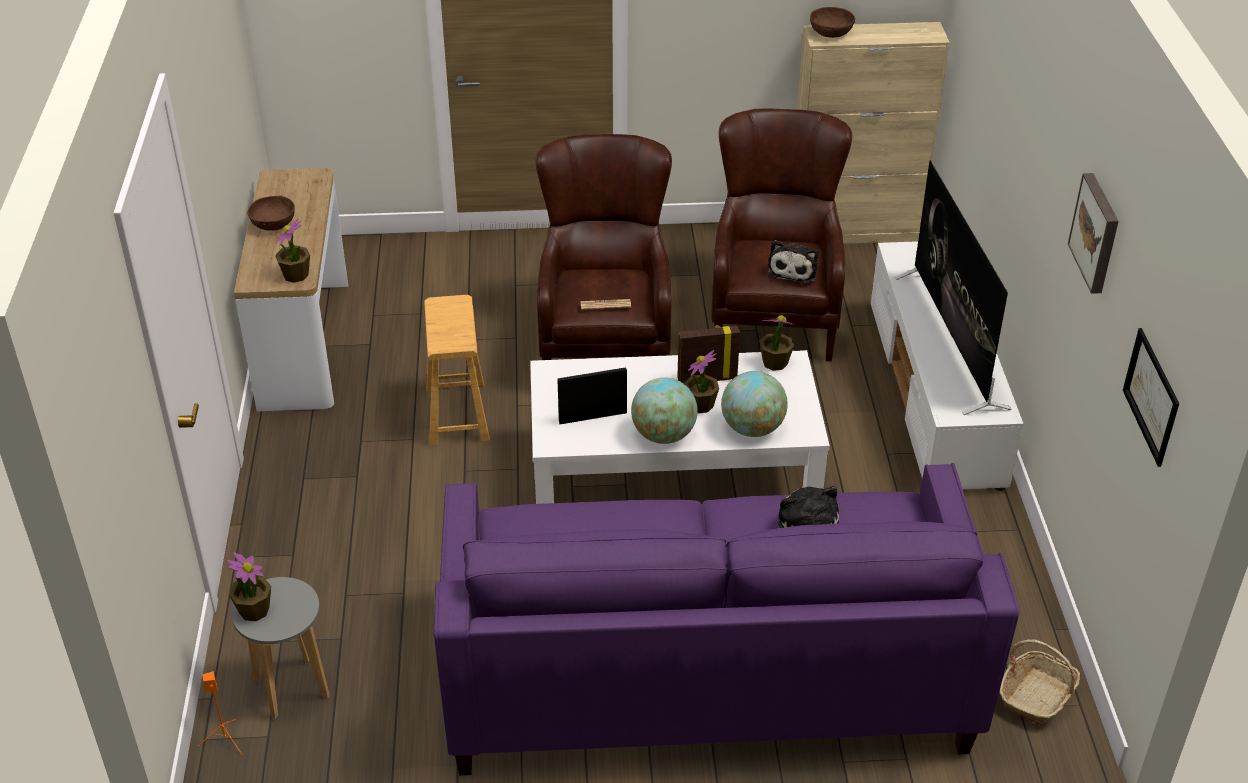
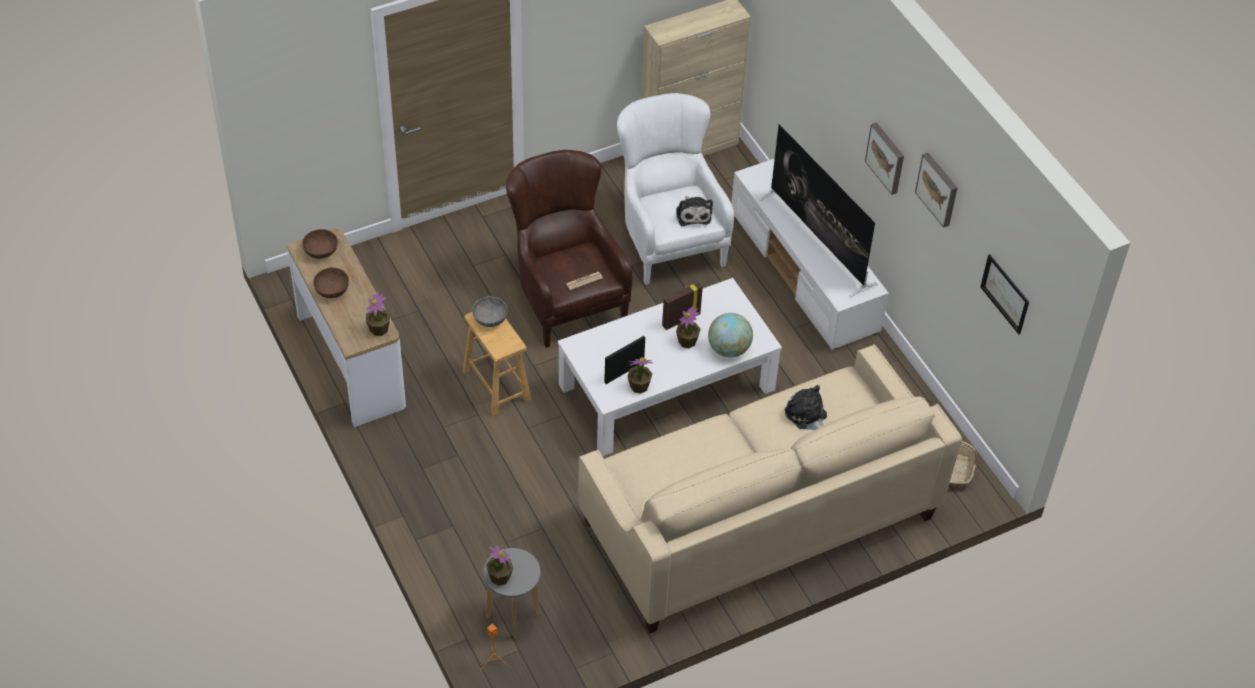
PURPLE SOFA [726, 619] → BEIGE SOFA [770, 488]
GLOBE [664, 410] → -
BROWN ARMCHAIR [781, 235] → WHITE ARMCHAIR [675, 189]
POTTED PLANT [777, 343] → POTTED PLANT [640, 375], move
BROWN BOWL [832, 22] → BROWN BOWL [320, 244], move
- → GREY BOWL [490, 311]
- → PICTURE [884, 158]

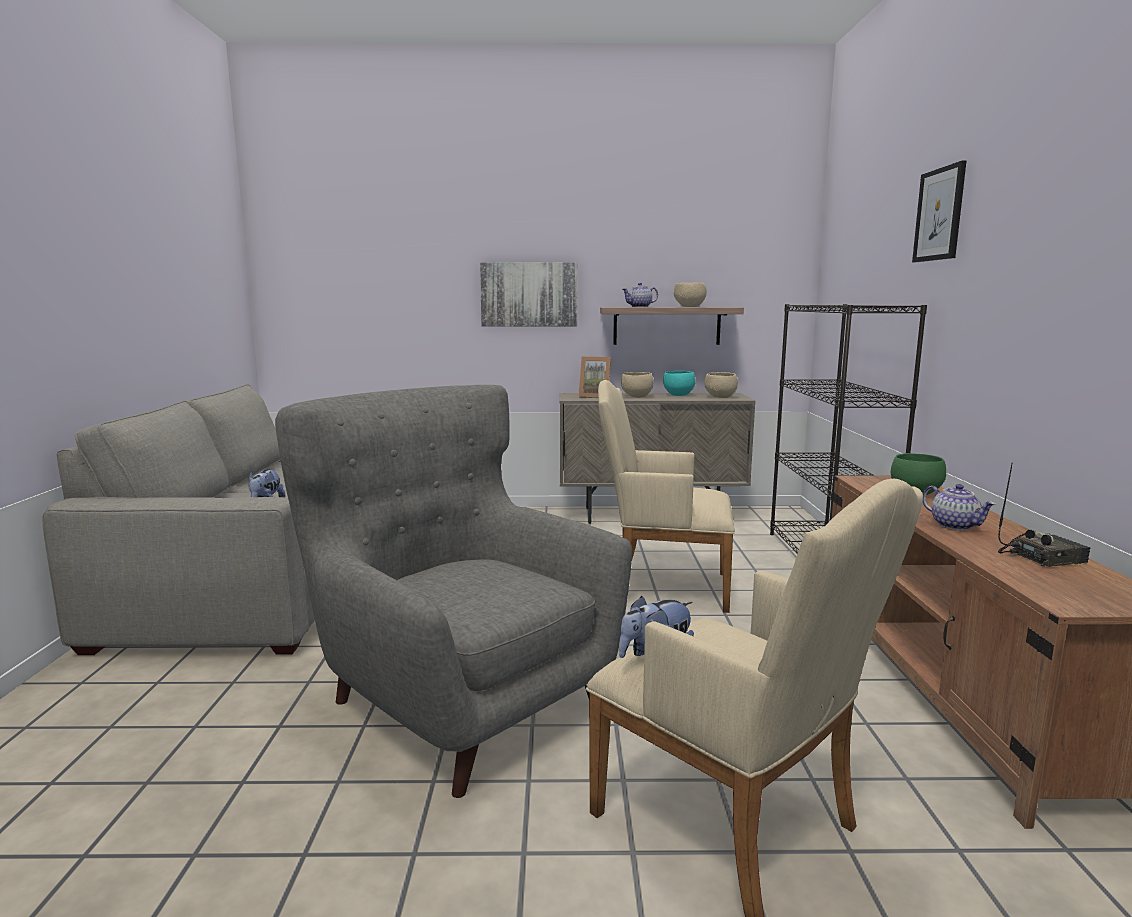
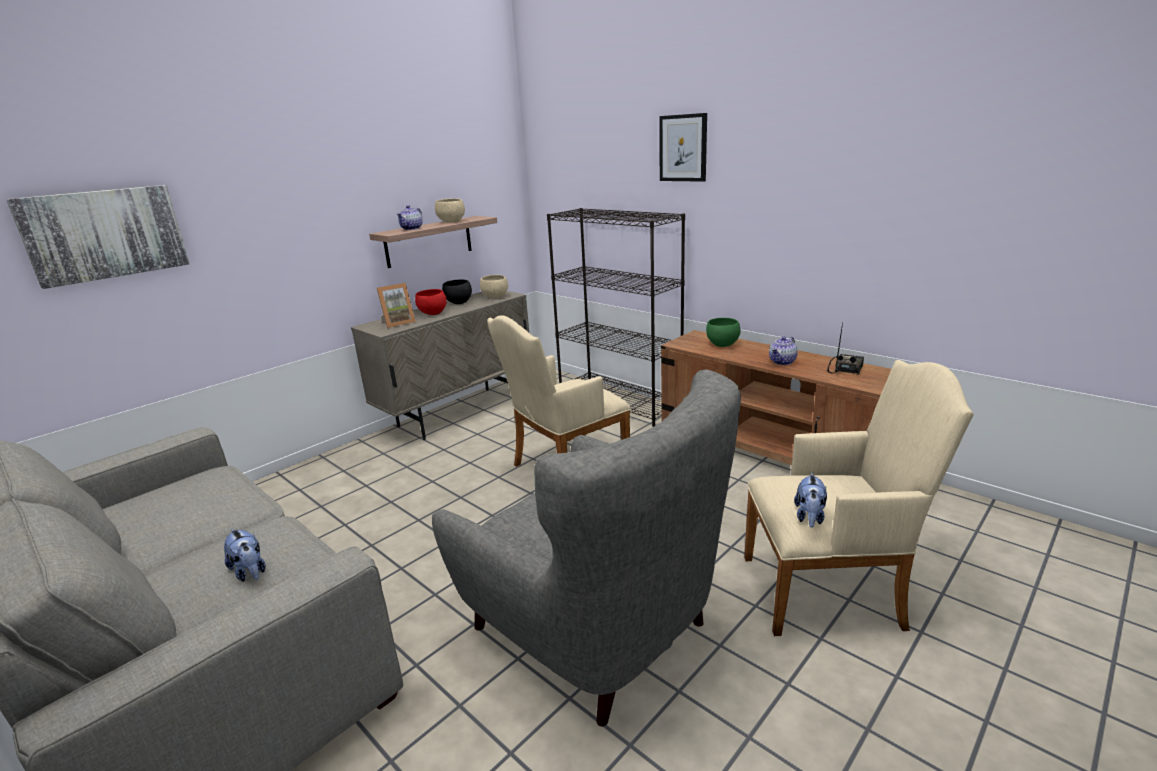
GREY ARMCHAIR [453, 591] → GREY ARMCHAIR [586, 547], 135 degrees counterclockwise
PICTURE [529, 294] → PICTURE [98, 237], move
BEIGE BOWL [637, 385] → RED BOWL [431, 302]
TURQUOISE BOWL [679, 383] → BLACK BOWL [457, 292]
TEAPOT [959, 507] → TEAPOT [783, 351], 120 degrees clockwise

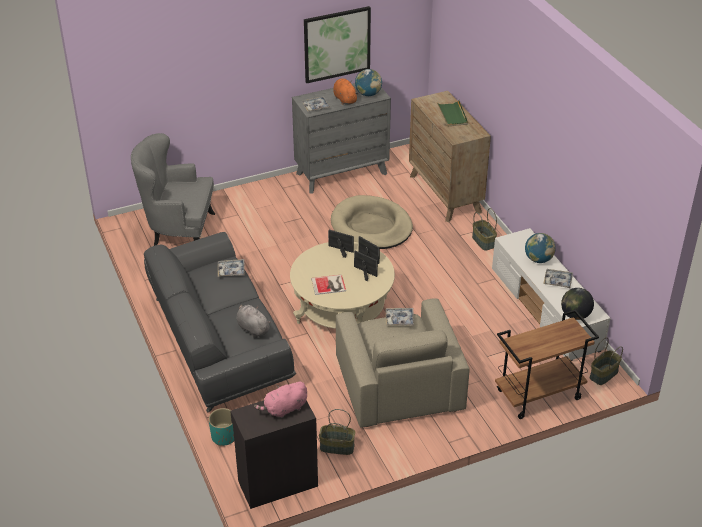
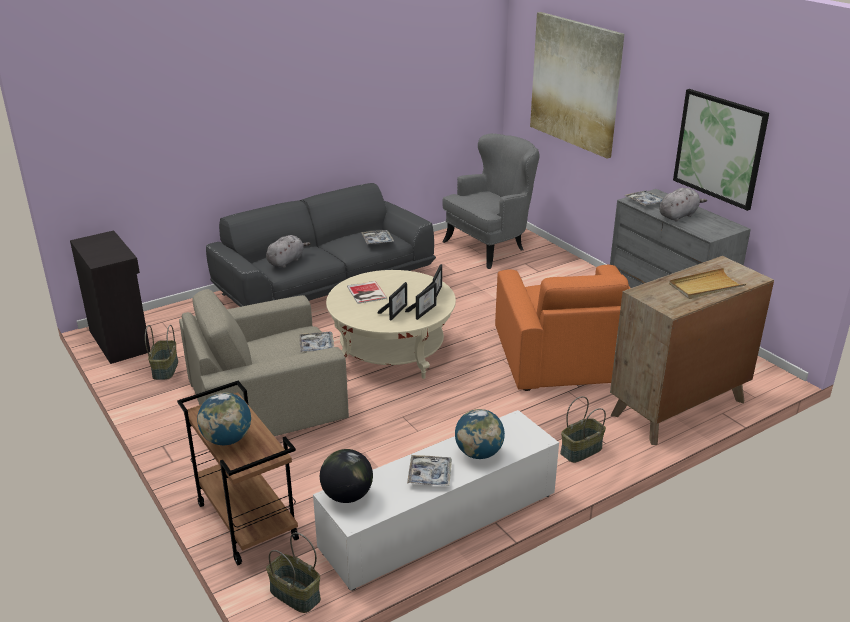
GREY ARMCHAIR [173, 189] → GREY ARMCHAIR [491, 201], 60 degrees clockwise
TURQUOISE PLANTER [221, 427] → -
PINK PLUSH TOY [280, 400] → -
BEIGE DOG BED [372, 222] → ORANGE ARMCHAIR [562, 328]
ORANGE PLUSH TOY [345, 92] → GREY PLUSH TOY [683, 204]
GLOBE [368, 82] → GLOBE [224, 418], move
GREEN TRAY [452, 113] → BEIGE TRAY [707, 283]
- → PICTURE [577, 85]

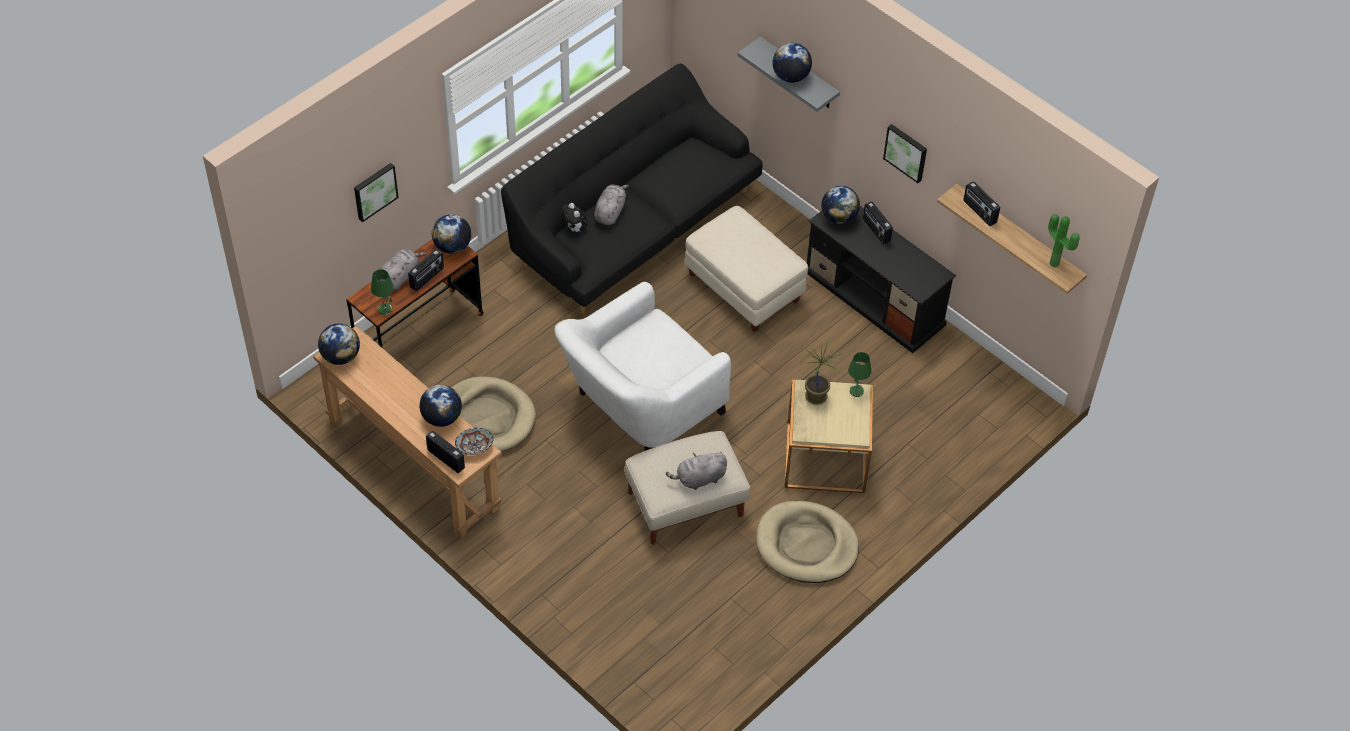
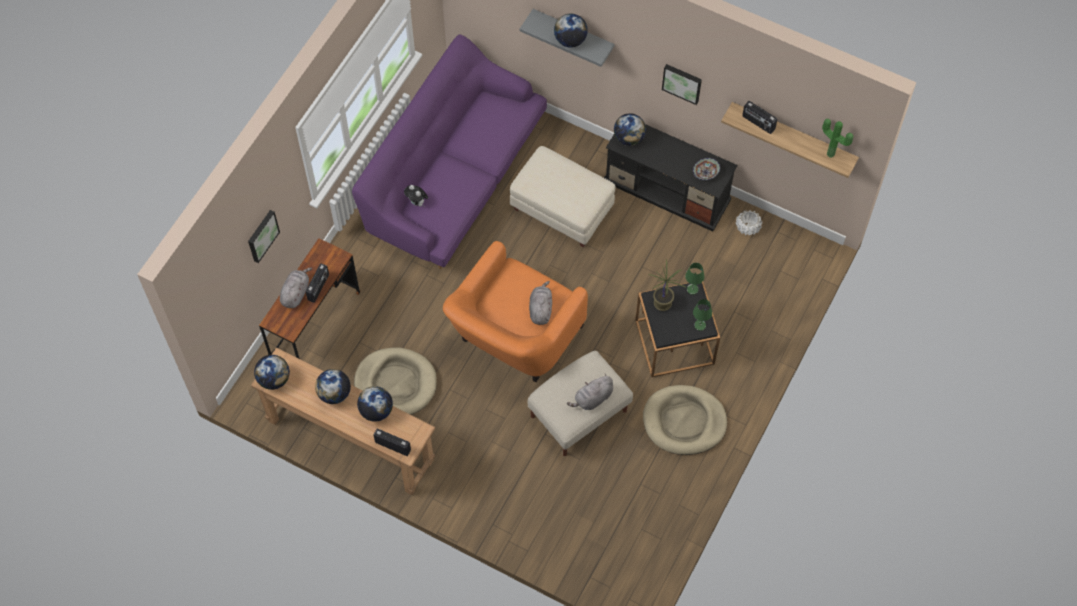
GREEN TABLE LAMP [382, 292] → GREEN TABLE LAMP [702, 315], move
GLOBE [451, 234] → GLOBE [333, 386], move
BOWL [474, 441] → BOWL [706, 169], move
BLACK SOFA [632, 188] → PURPLE SOFA [449, 151]
WHITE ARMCHAIR [642, 366] → ORANGE ARMCHAIR [515, 311]
GREY PLUSH TOY [611, 205] → GREY PLUSH TOY [540, 303], move
BEIGE SIDE TABLE [829, 436] → BLACK SIDE TABLE [677, 329]
RADIO [878, 223] → -
- → WHITE PLANTER [749, 223]

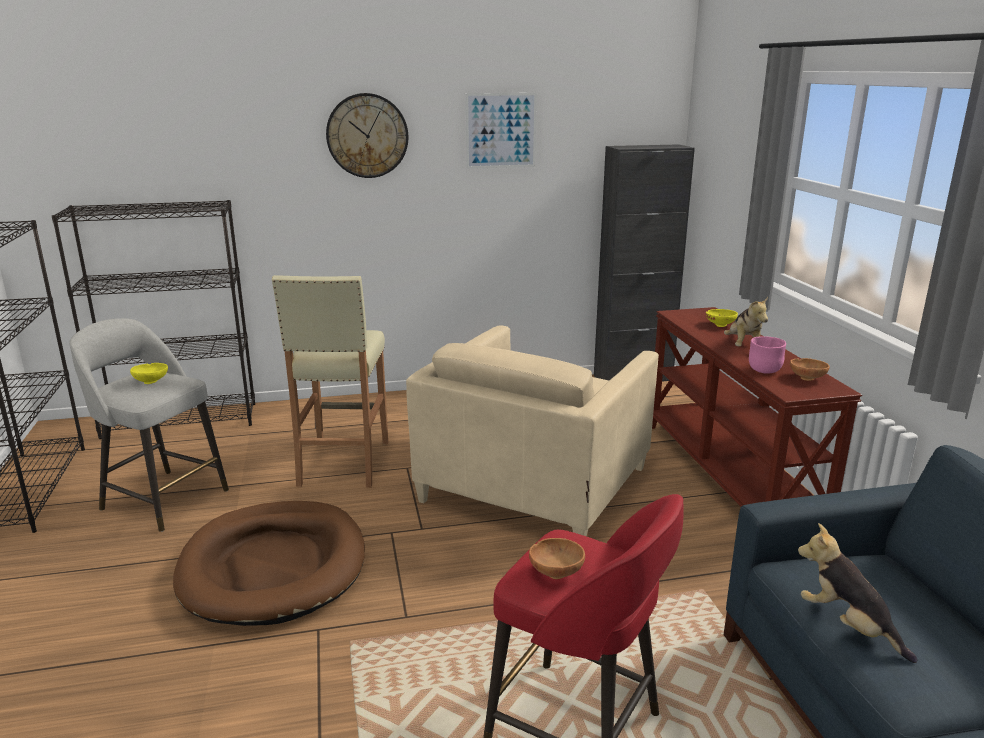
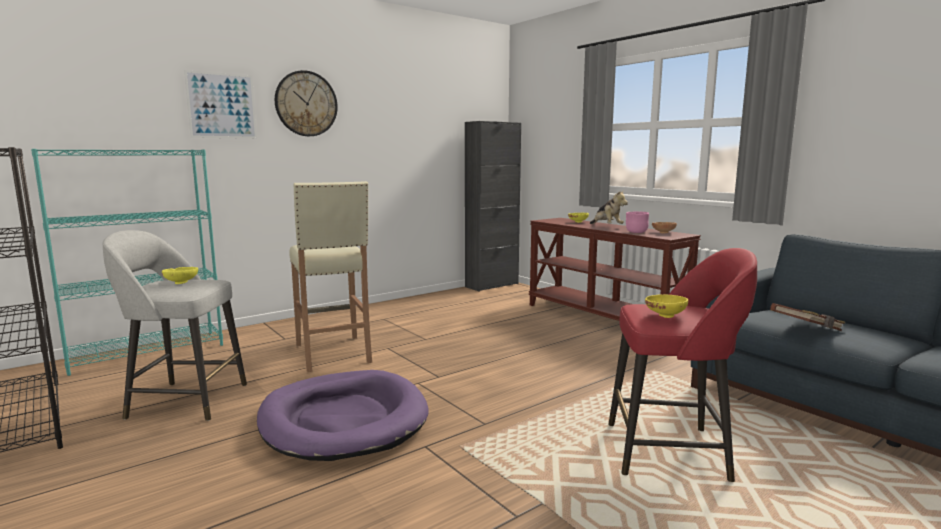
BLACK BOOKCASE [153, 319] → TURQUOISE BOOKCASE [127, 262]
BROWN DOG BED [269, 563] → PURPLE DOG BED [343, 415]
BEIGE ARMCHAIR [532, 431] → -
PICTURE [501, 131] → PICTURE [220, 104], move
BROWN BOWL [557, 558] → YELLOW BOWL [666, 306]
PLUSH TOY [857, 593] → BROWN BOOK [807, 317]

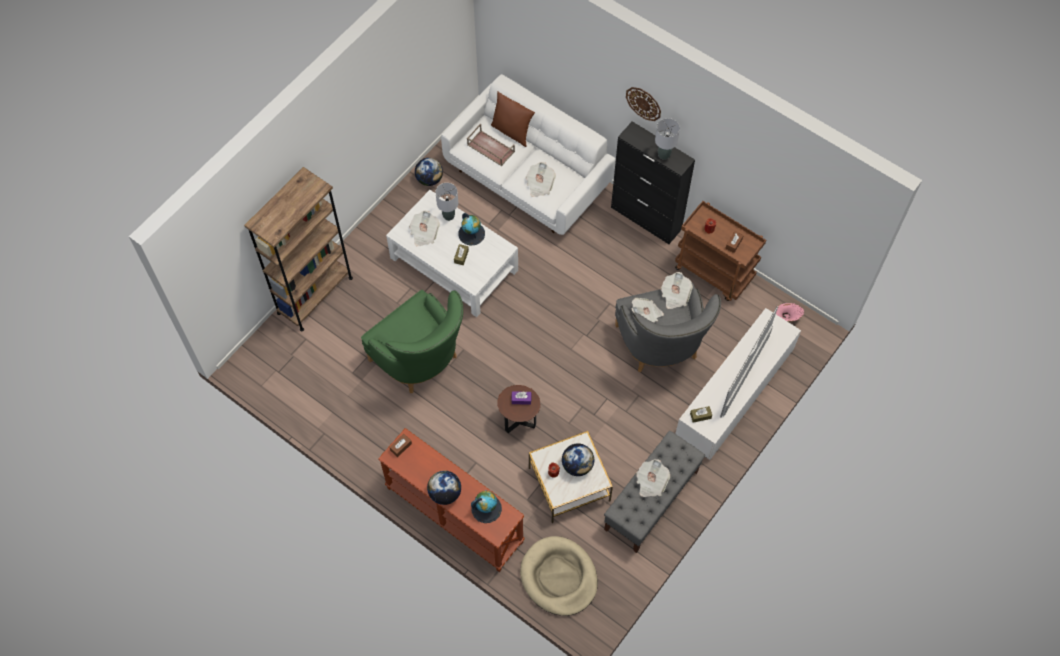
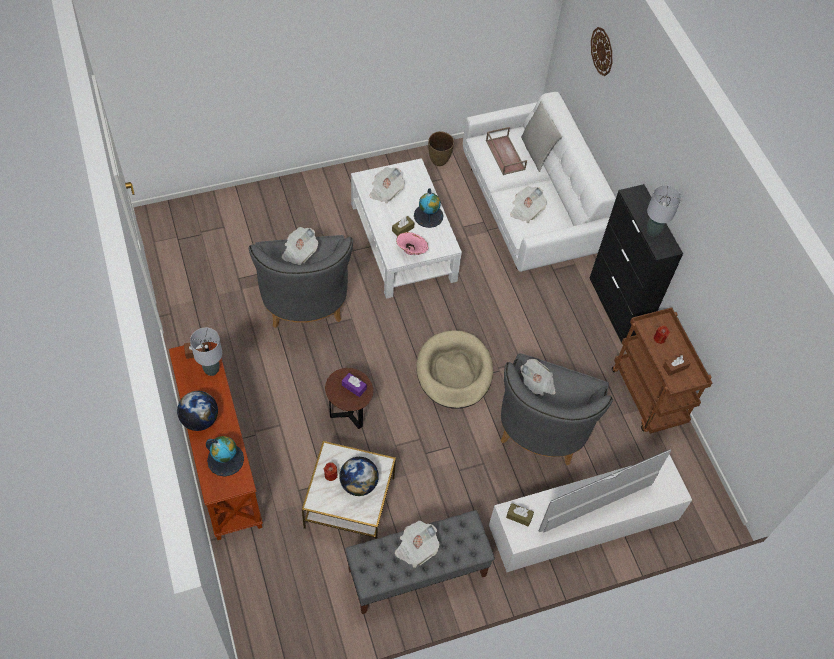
BROWN BOOKCASE [298, 249] → -
GREEN ARMCHAIR [412, 341] → GREY ARMCHAIR [301, 281]
GLOBE [429, 172] → BROWN VASE [441, 148]
GREY TABLE LAMP [447, 202] → GREY TABLE LAMP [206, 352], move
BROWN PILLOW [513, 119] → GREY PILLOW [541, 136]
BEIGE DOG BED [559, 576] → BEIGE DOG BED [455, 369], move
WALL CLOCK [643, 104] → WALL CLOCK [601, 51], move
NEWSPAPER [677, 290] → NEWSPAPER [300, 246], move
PINK VASE [789, 312] → PINK VASE [412, 243], move

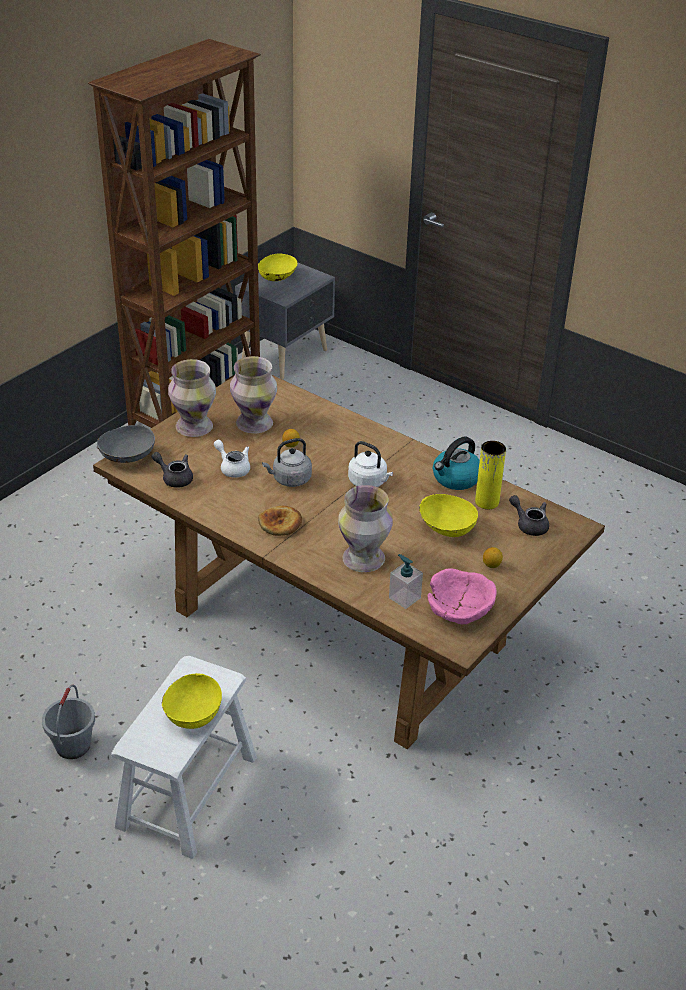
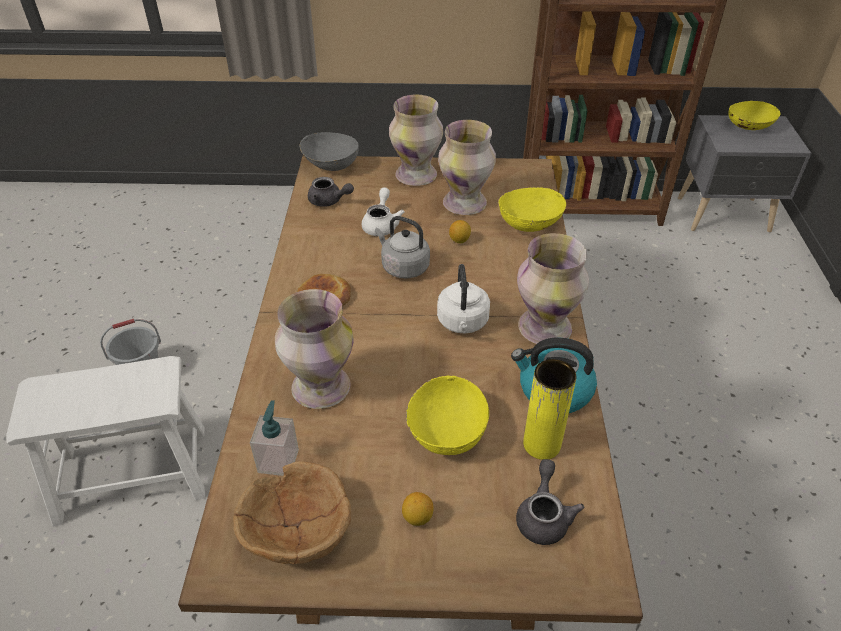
GREY TEAPOT [172, 470] → GREY TEAPOT [331, 192], 120 degrees clockwise
YELLOW BOWL [191, 701] → YELLOW BOWL [532, 209], move
PINK BOWL [462, 596] → BROWN BOWL [292, 513]
- → VASE [553, 288]

